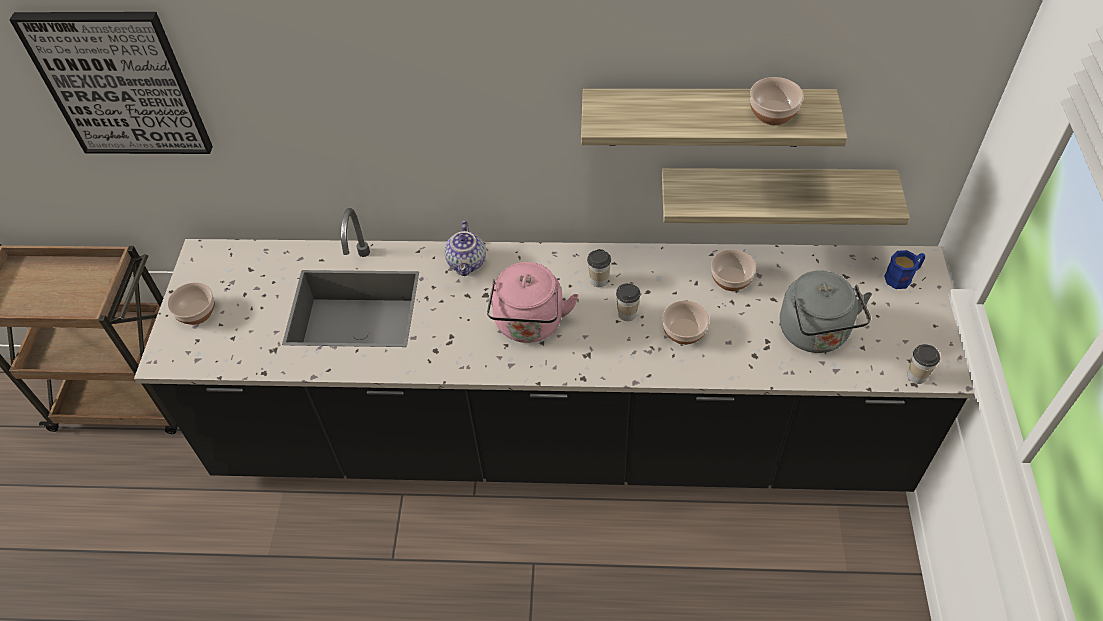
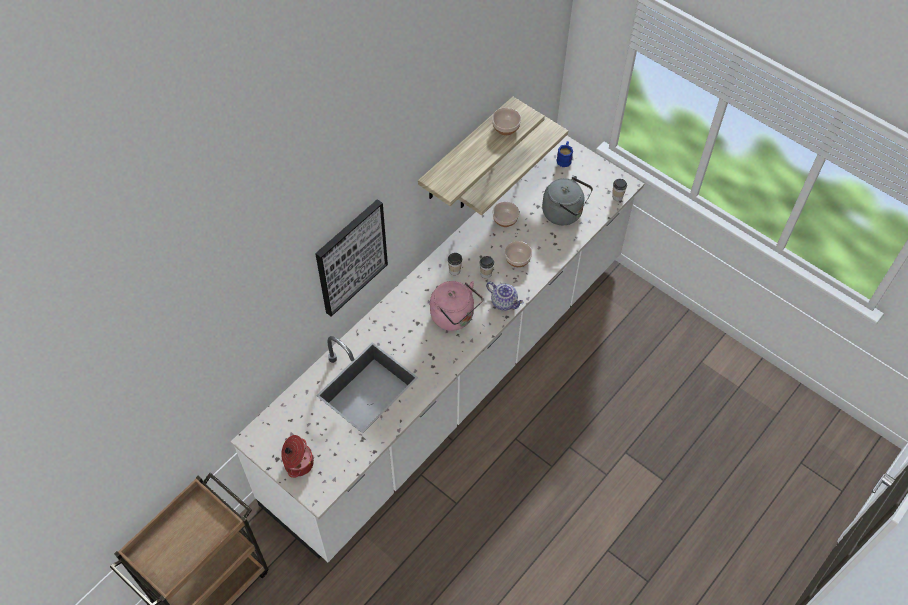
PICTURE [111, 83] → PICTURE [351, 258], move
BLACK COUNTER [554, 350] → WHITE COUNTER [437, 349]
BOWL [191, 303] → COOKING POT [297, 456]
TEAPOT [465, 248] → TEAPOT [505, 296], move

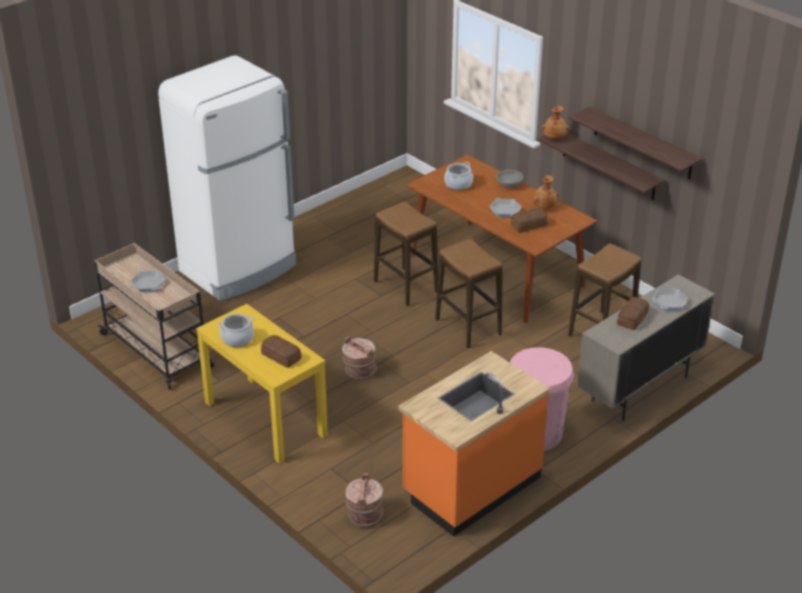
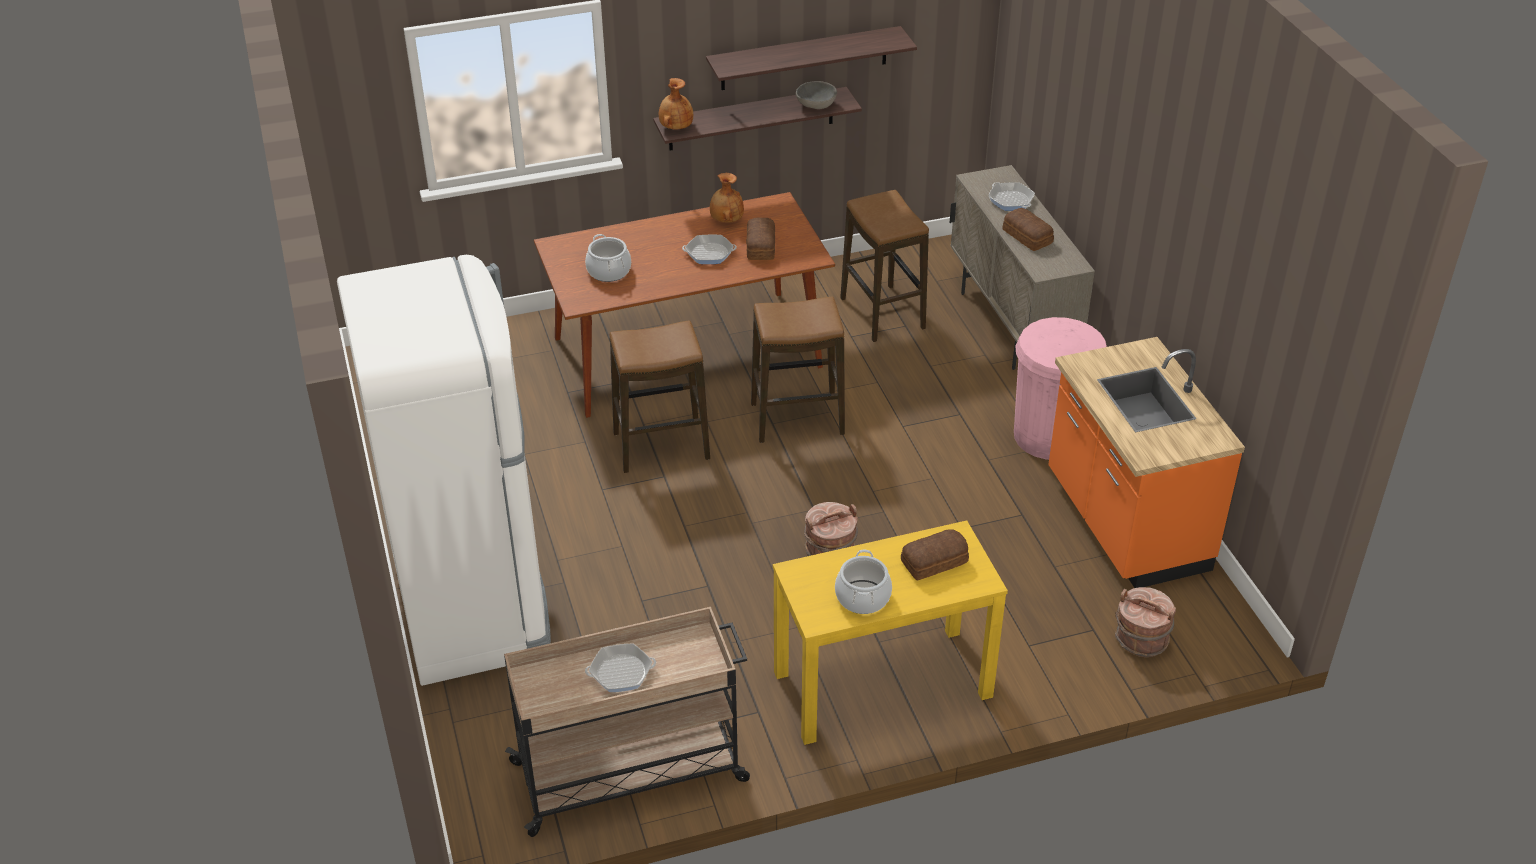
GREY BOWL [509, 179] → GREY BOWL [816, 95], move

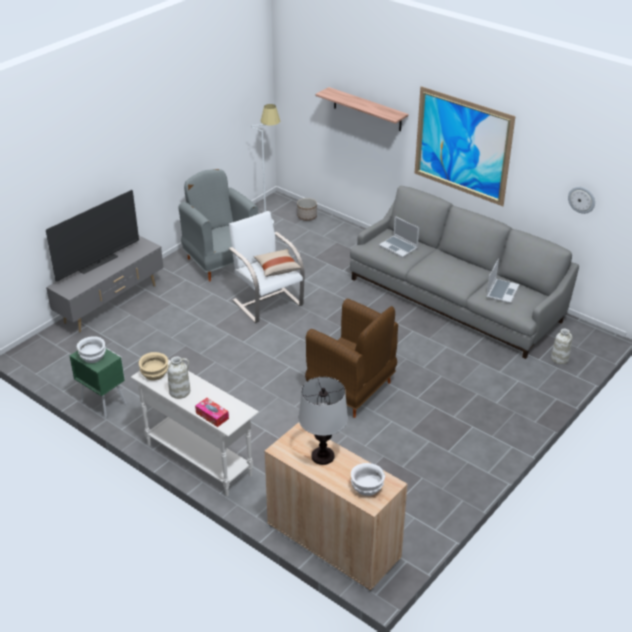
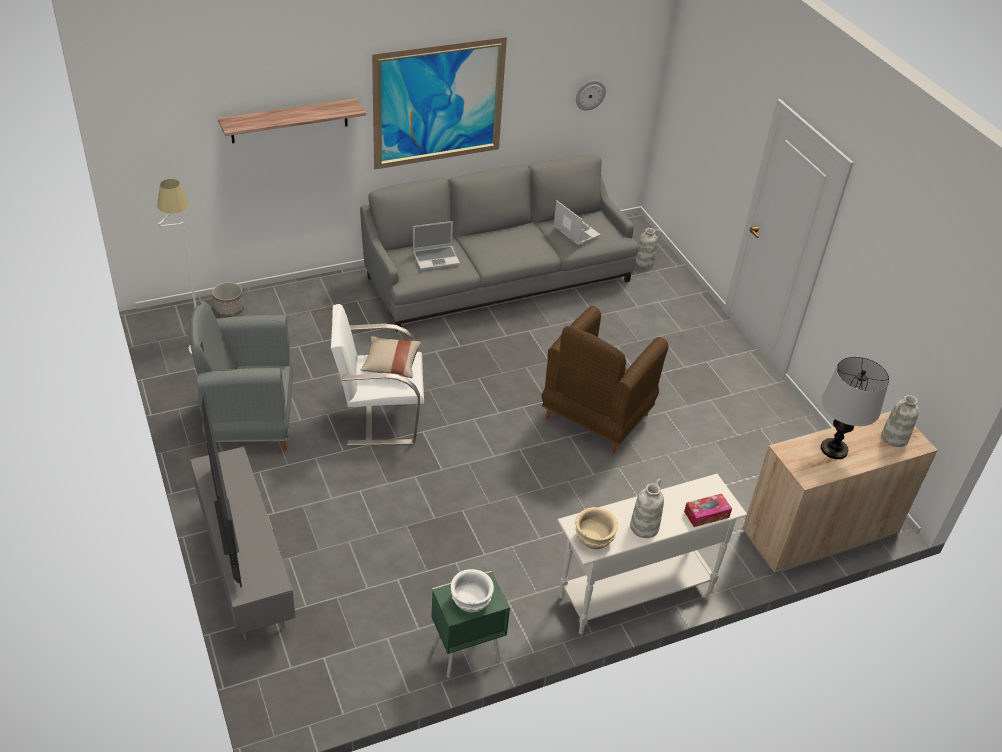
BROWN ARMCHAIR [351, 358] → BROWN ARMCHAIR [605, 380], 150 degrees clockwise
WHITE BOWL [368, 479] → WHITE VASE [900, 421]

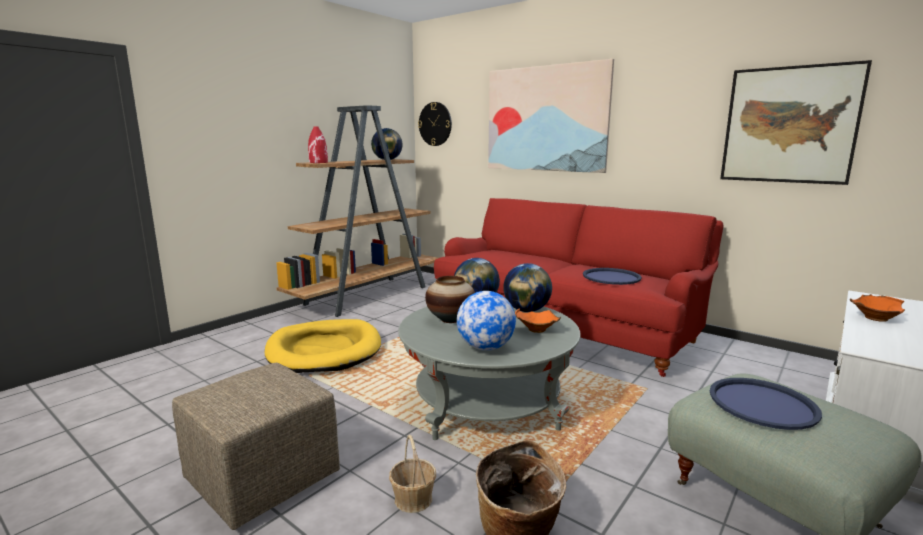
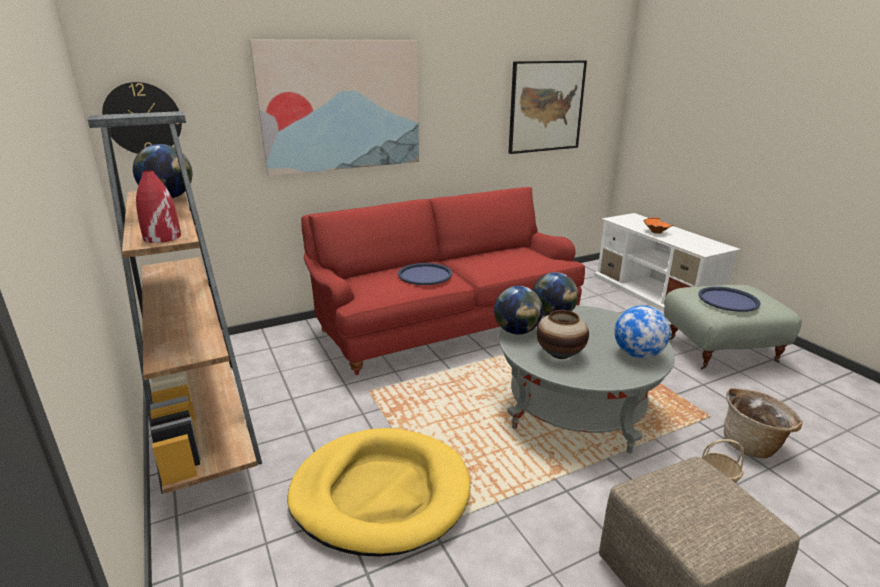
ORANGE BOWL [538, 321] → -
BLUE TRAY [612, 276] → BLUE TRAY [425, 274], move

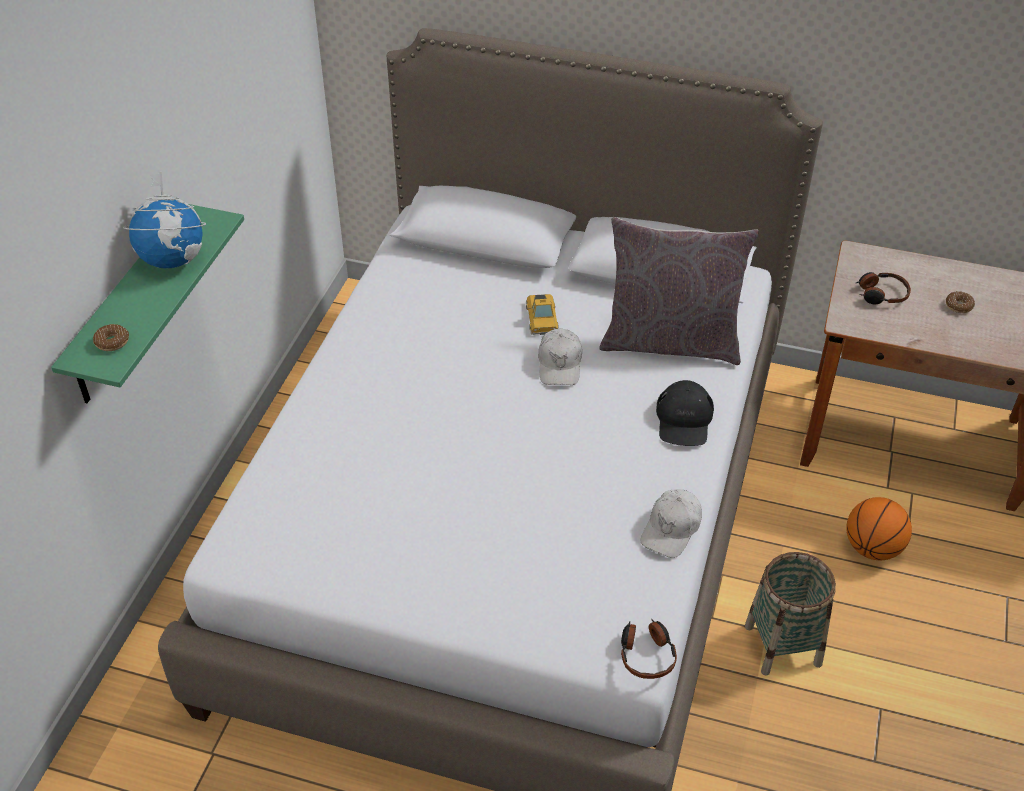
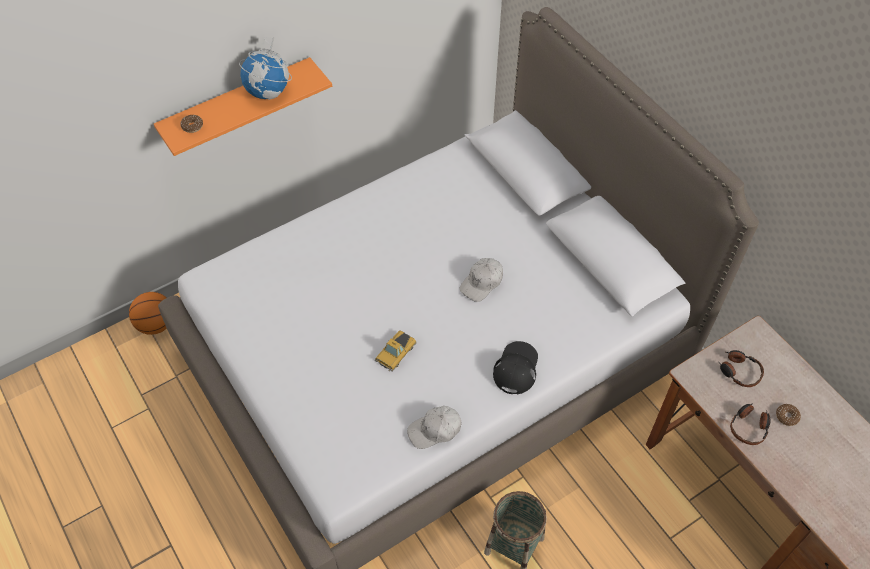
GREEN SHELF [147, 303] → ORANGE SHELF [243, 106]
TOY CAR [542, 314] → TOY CAR [396, 350], move
GREY PILLOW [679, 291] → -
HEADPHONES [649, 649] → HEADPHONES [750, 424], move
BLACK CAP [685, 413] → BLACK CAP [515, 367], 150 degrees clockwise
BASKETBALL [879, 528] → BASKETBALL [148, 313], move

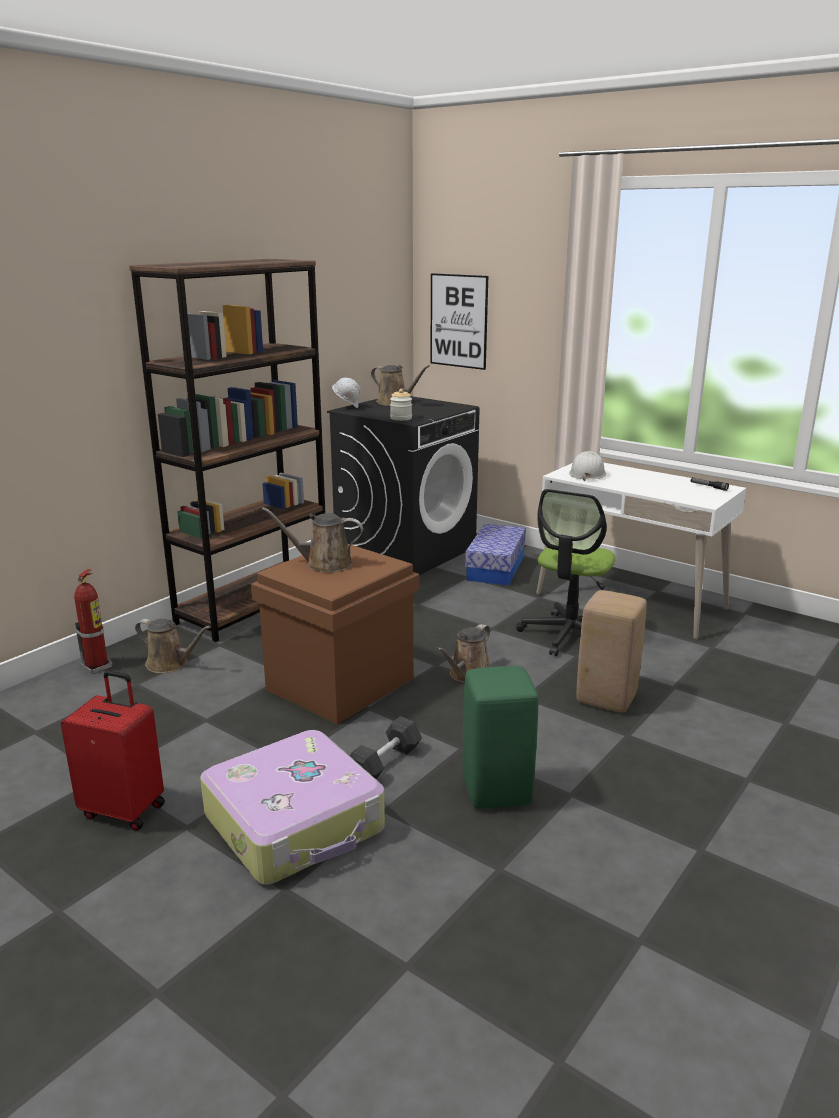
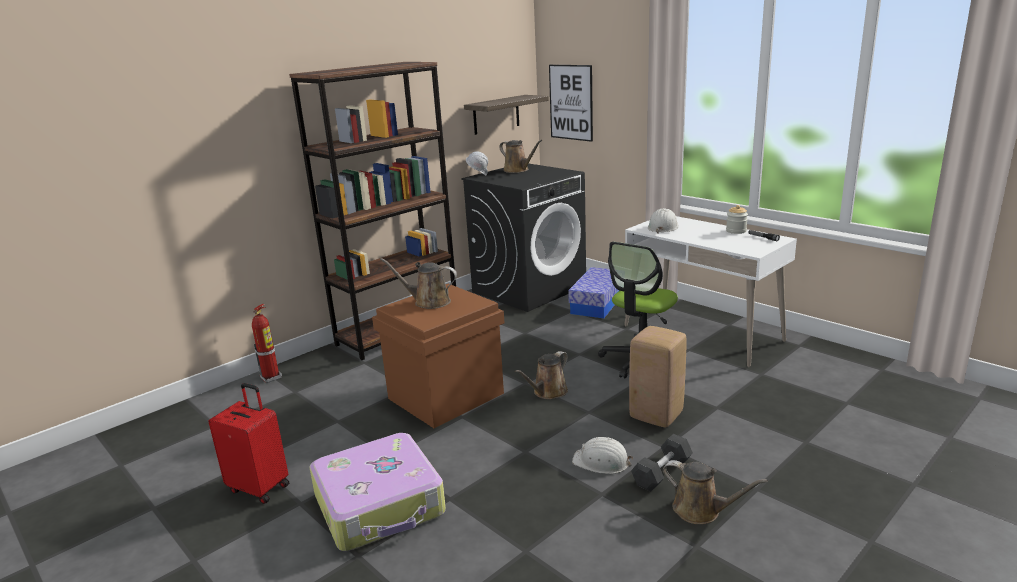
BROWN WATERING CAN [173, 646] → BROWN WATERING CAN [715, 492], move
GREY DUMBBELL [386, 747] → GREY DUMBBELL [662, 463], move
JAR [401, 405] → JAR [737, 219], move
GREEN STOOL [500, 737] → -
- → SHELF [506, 115]
- → WHITE HARD HAT [602, 455]

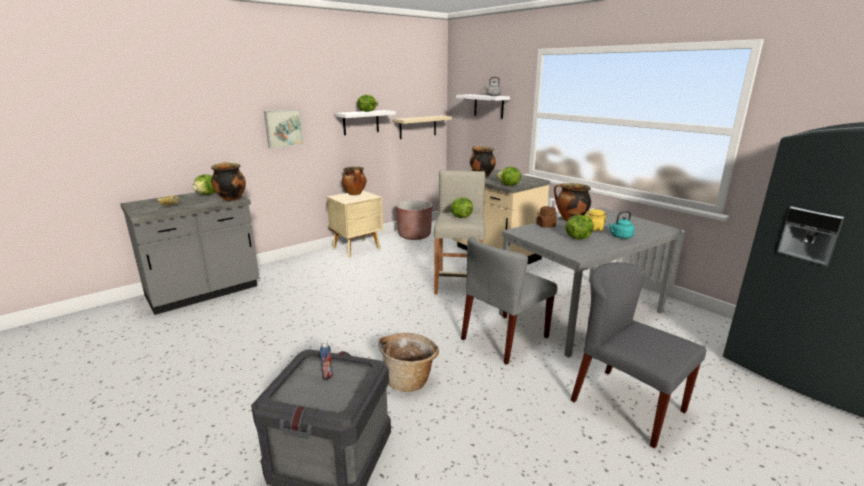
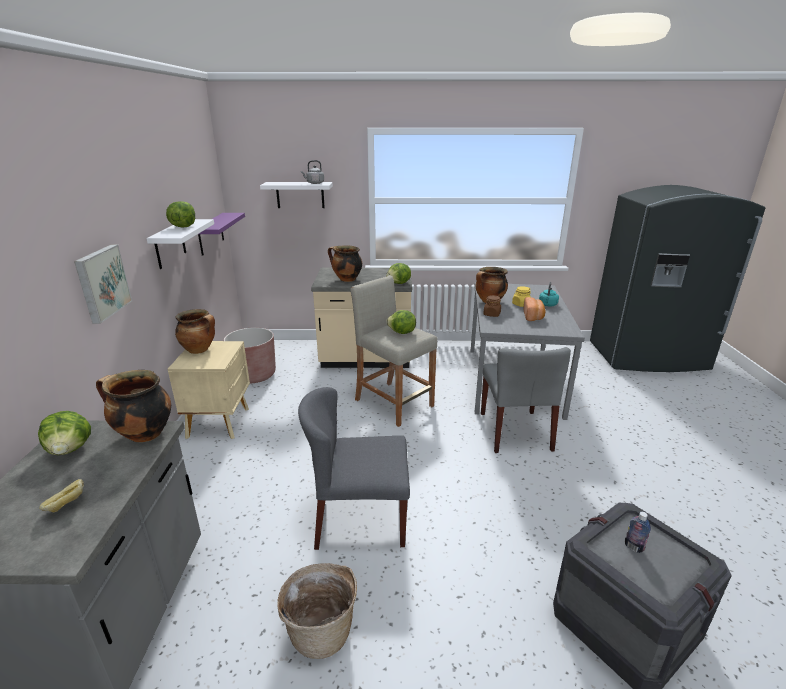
BASKET [408, 362] → BASKET [317, 611], move
BEIGE SHELF [422, 127] → PURPLE SHELF [221, 234]
LETTUCE [579, 227] → BREAD [534, 309]
GREY CHAIR [638, 355] → GREY CHAIR [354, 468], move

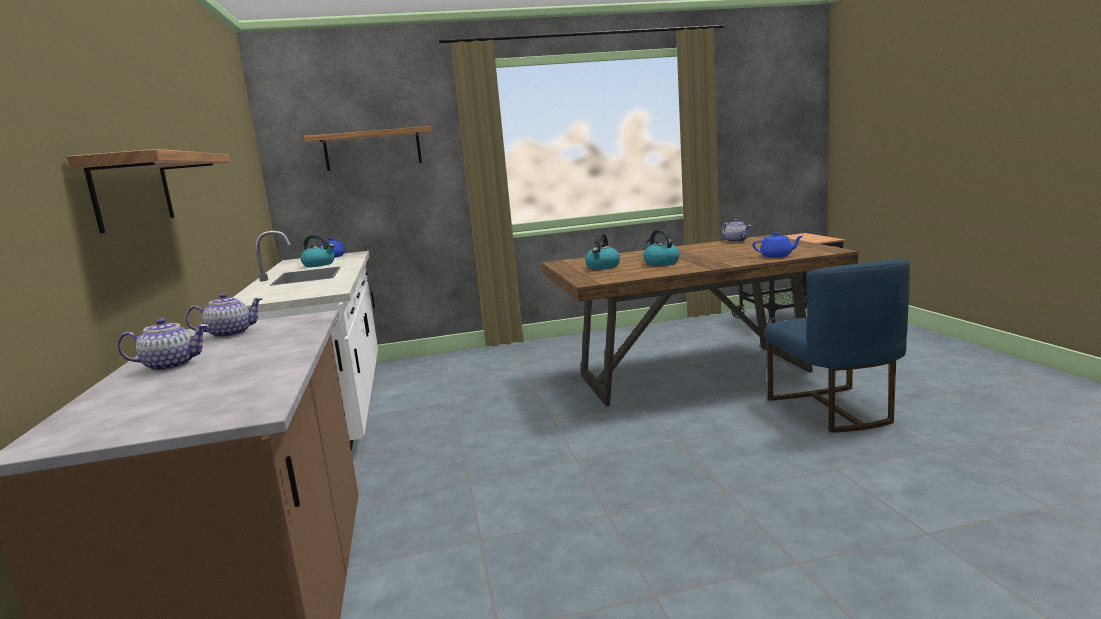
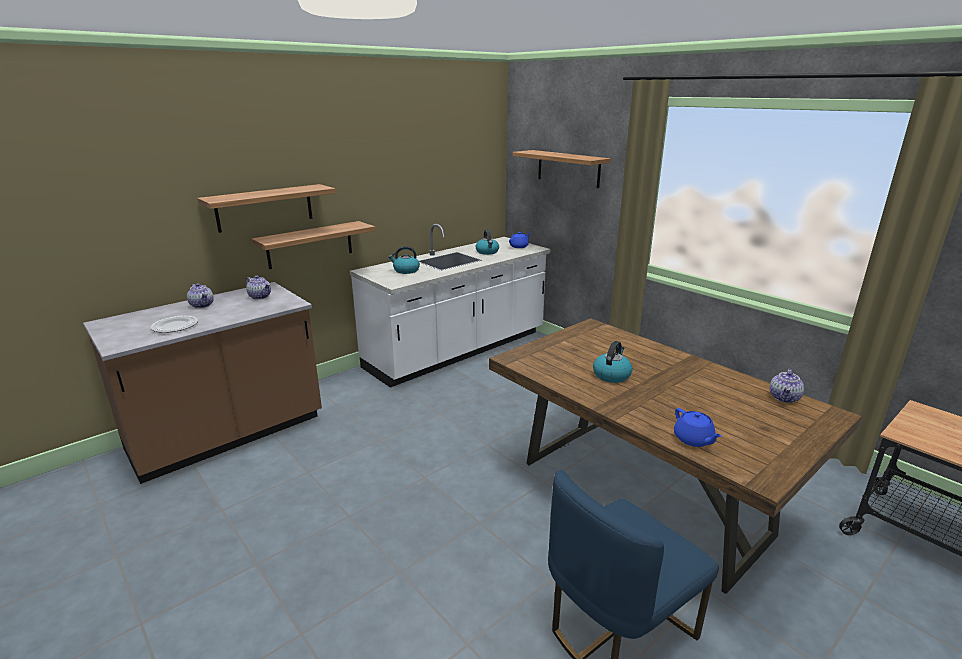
KETTLE [602, 251] → KETTLE [404, 260], move
- → PLATE [174, 324]
- → SHELF [313, 245]

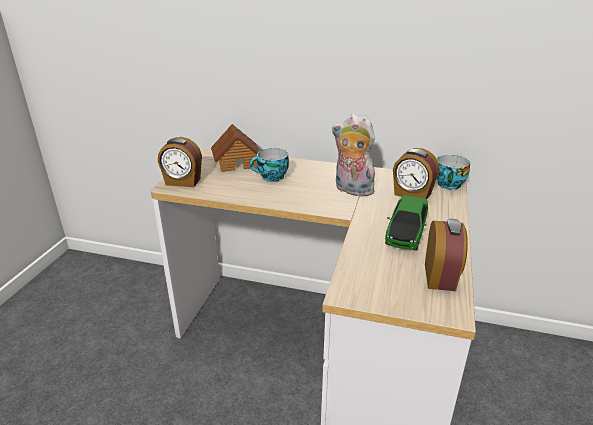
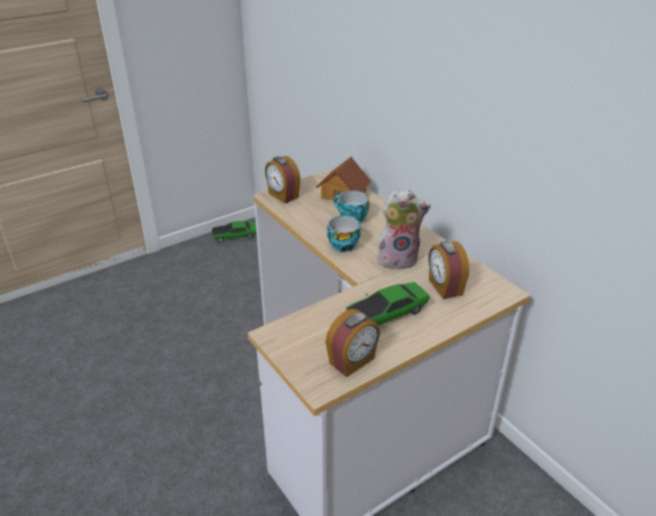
PLUSH TOY [355, 155] → PLUSH TOY [404, 230], 105 degrees clockwise
CUP [453, 172] → CUP [344, 234], move
- → TOY CAR [234, 231]

